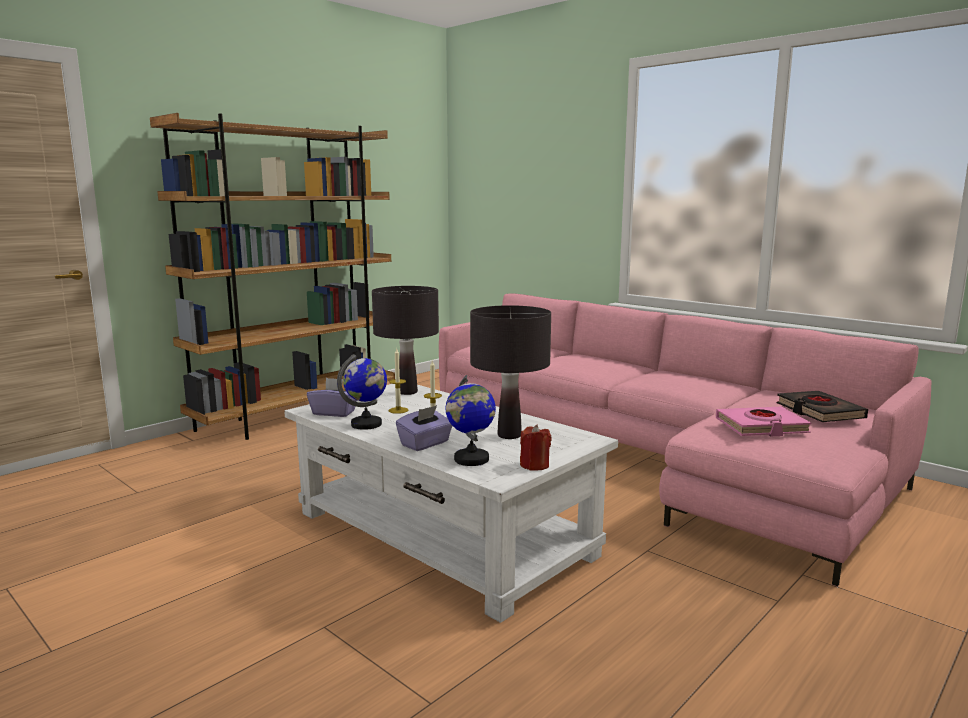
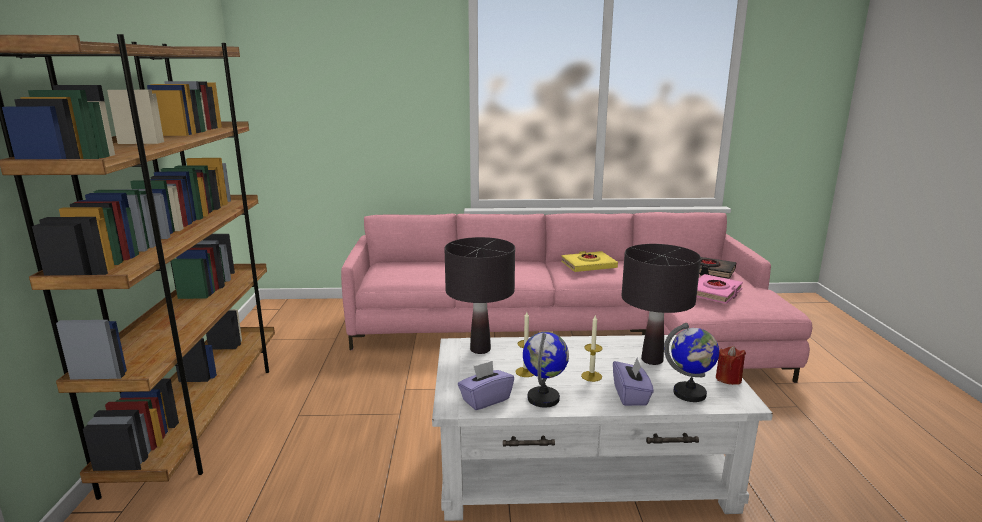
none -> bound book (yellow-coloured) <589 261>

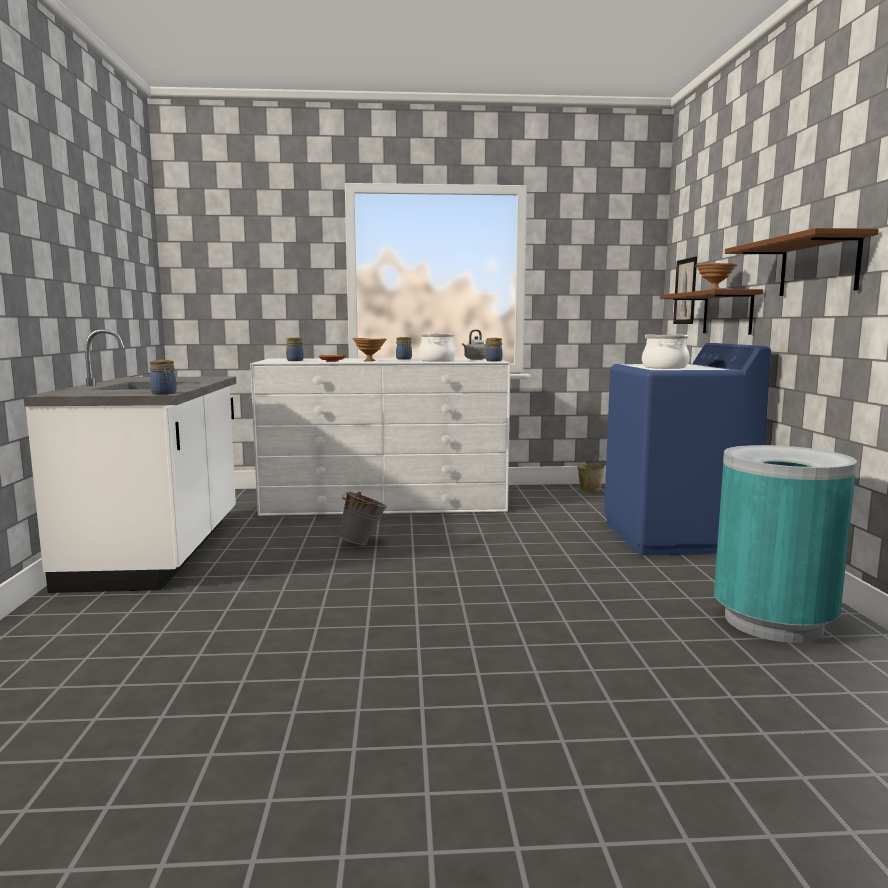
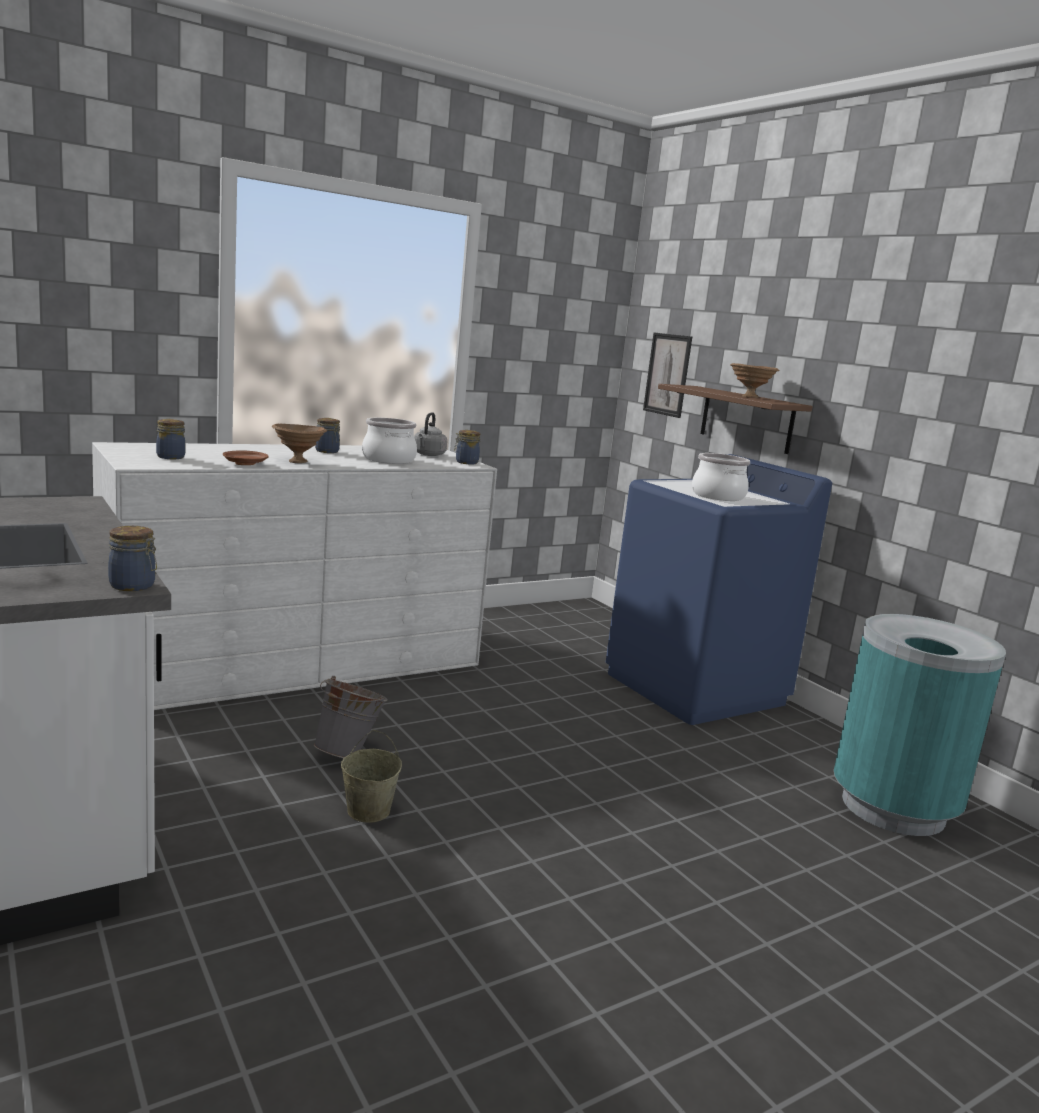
pail (beige-coloured) <591 471> -> pail (beige-coloured) <371 776>, shifted
wall shelf (brown) <802 262> -> none

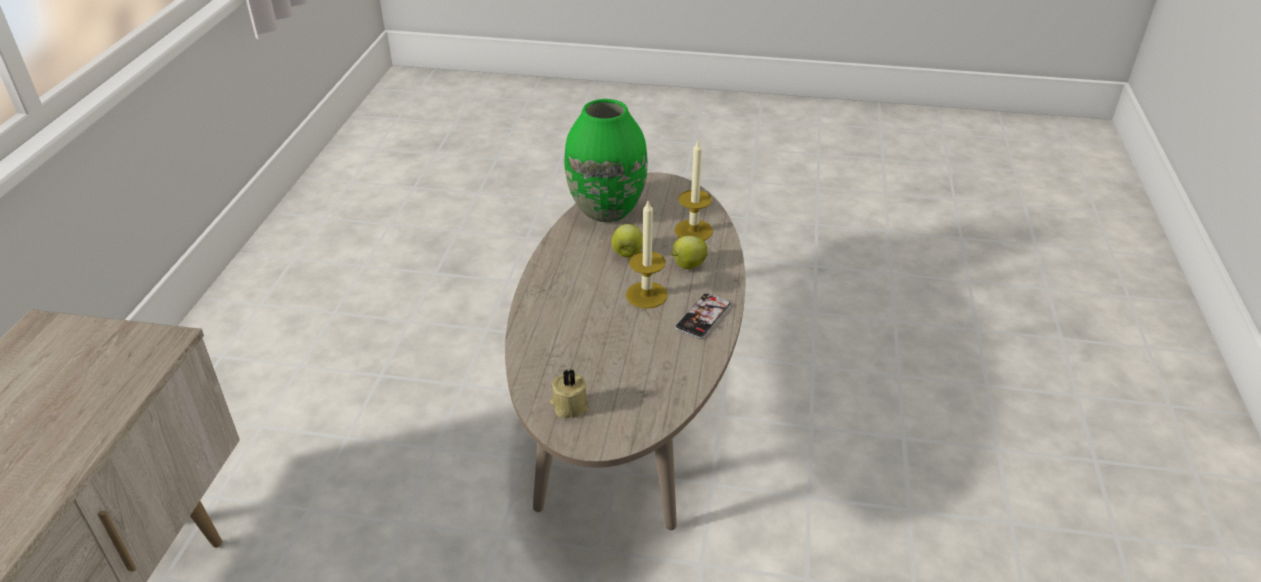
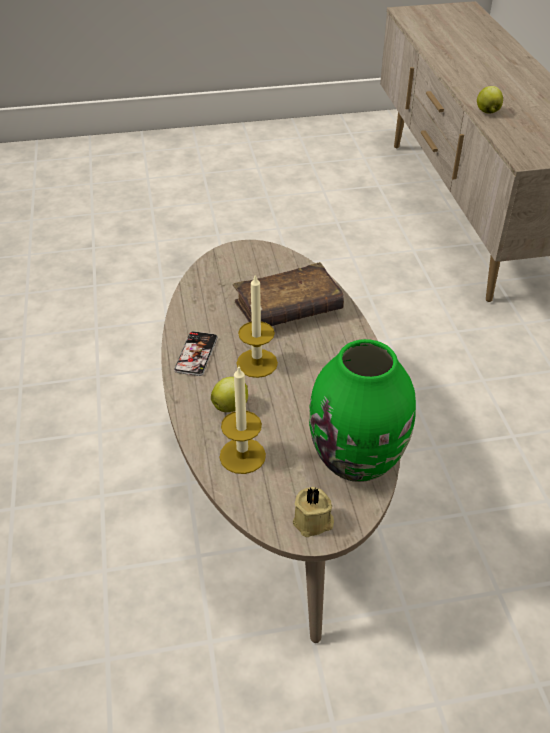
wax light (beige-coloured) <569 393> -> wax light (beige-coloured) <313 512>, shifted
apple fruit <627 241> -> apple fruit <490 100>, shifted
none -> bound book (brown) <288 294>

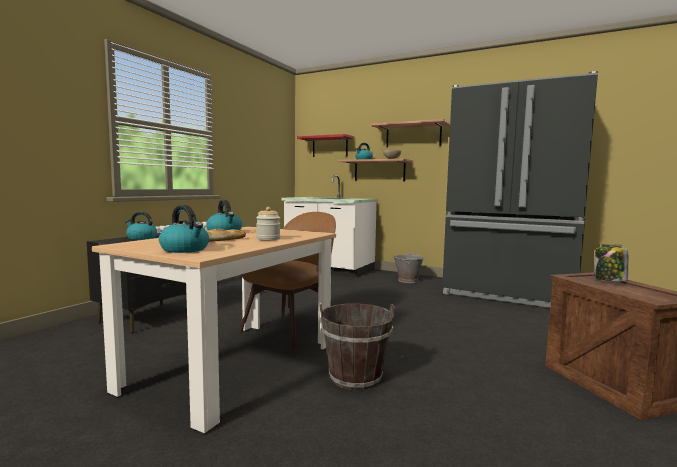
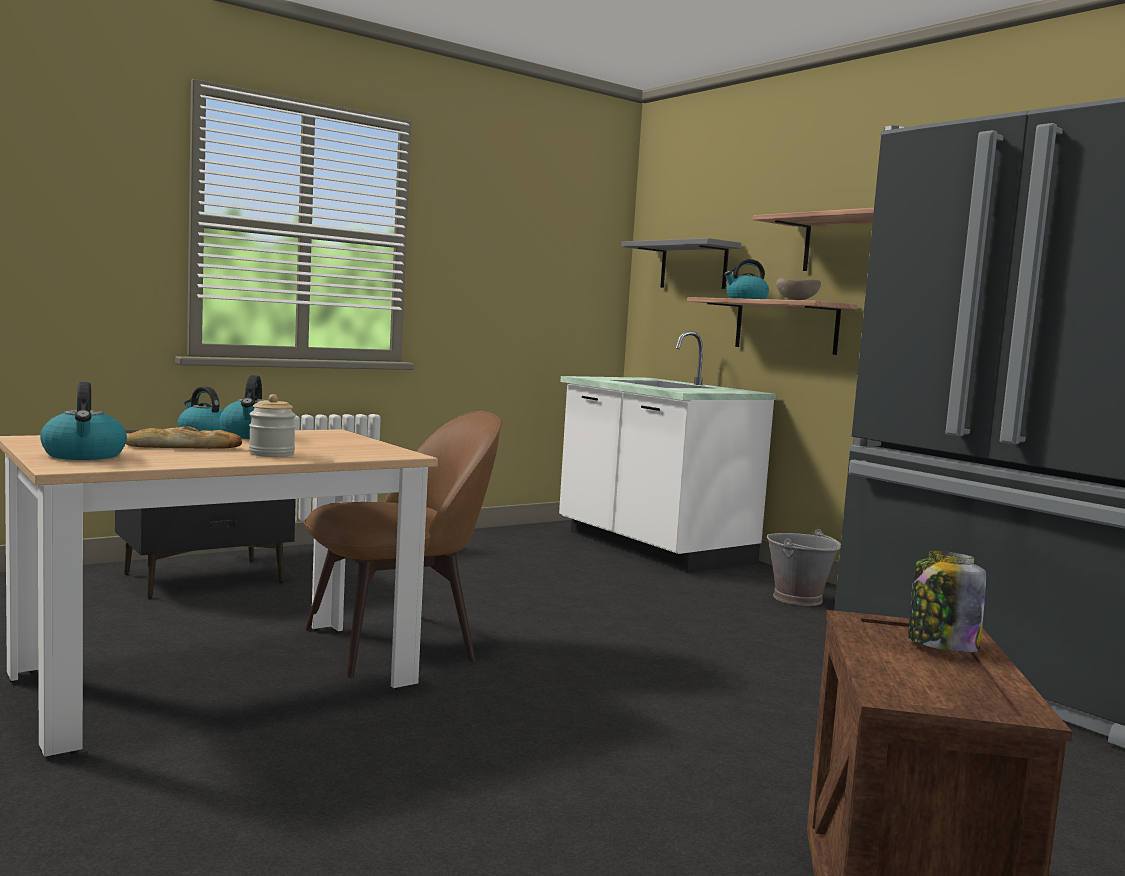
wall shelf (red-coloured) <325 145> -> wall shelf (greyish) <681 263>
pail (brown) <358 346> -> none

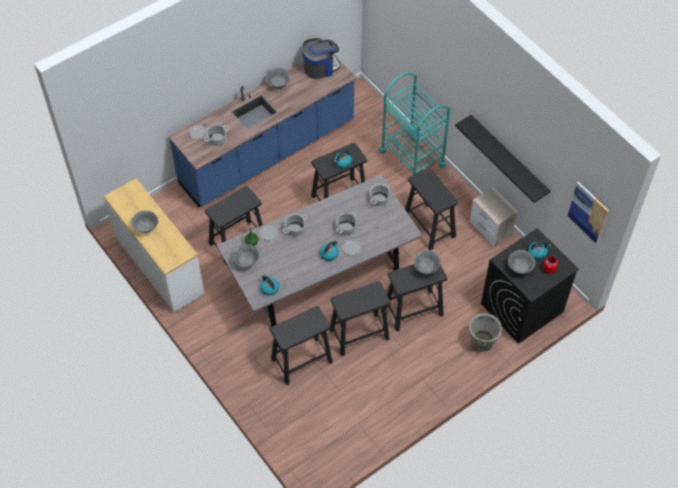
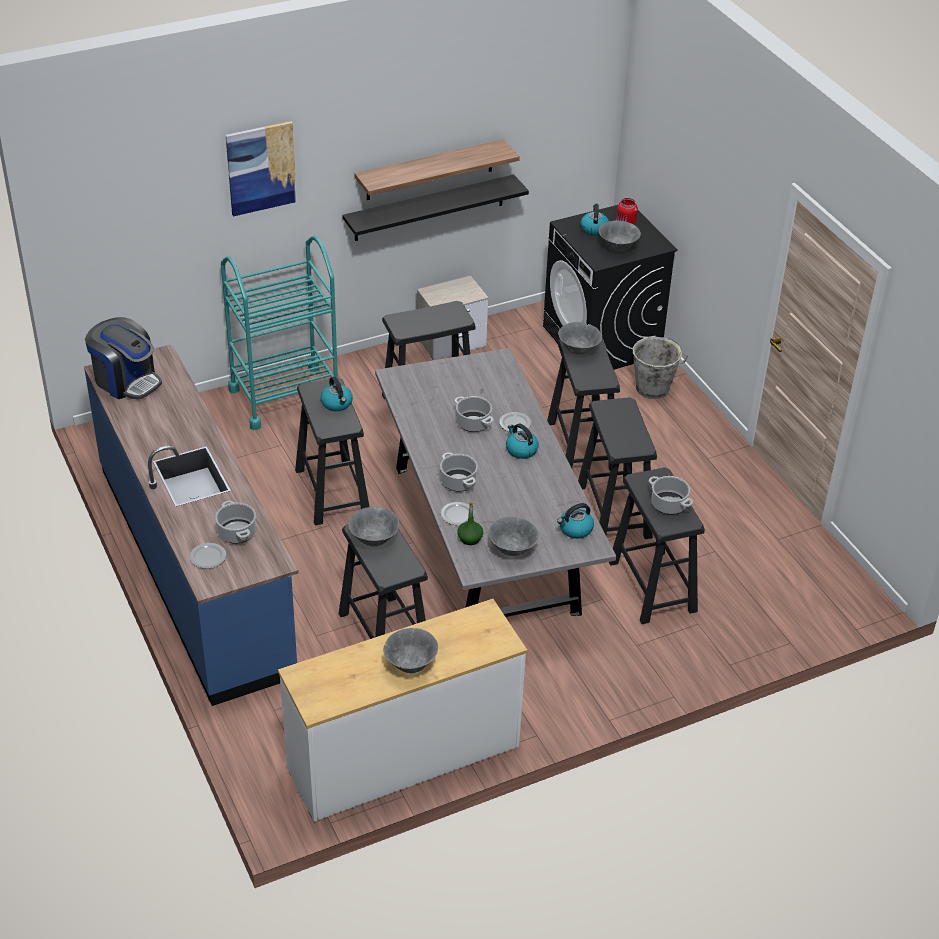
deep dish (greyish) <278 78> -> deep dish (greyish) <374 527>, shifted
coffee brewer <321 58> -> coffee brewer <123 358>, 135 degrees clockwise
saucepot <380 195> -> saucepot <671 495>, shifted
picture <588 213> -> picture <261 168>, shifted
none -> wall shelf <437 169>

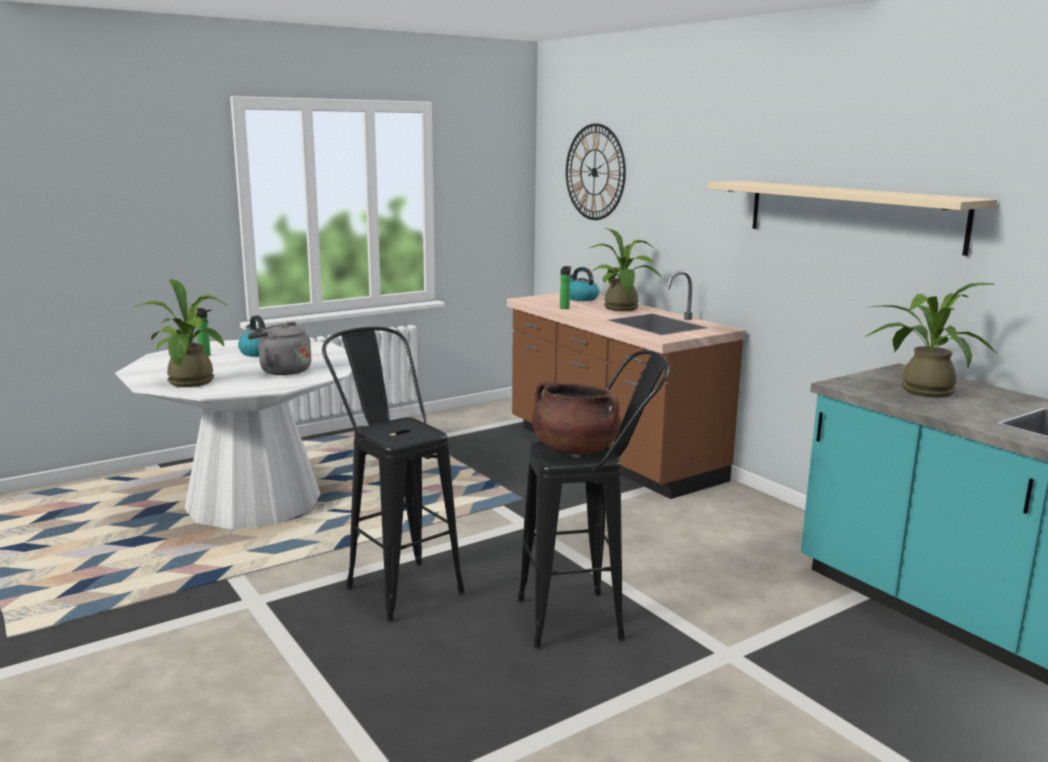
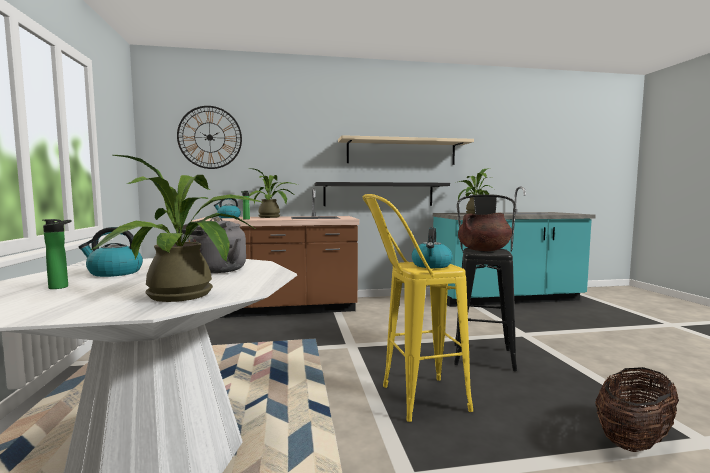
stool (black) <393 474> -> stool (yellow-coloured) <418 308>
none -> wall shelf (black) <382 194>
none -> tea kettle <432 247>
none -> household basket <637 409>

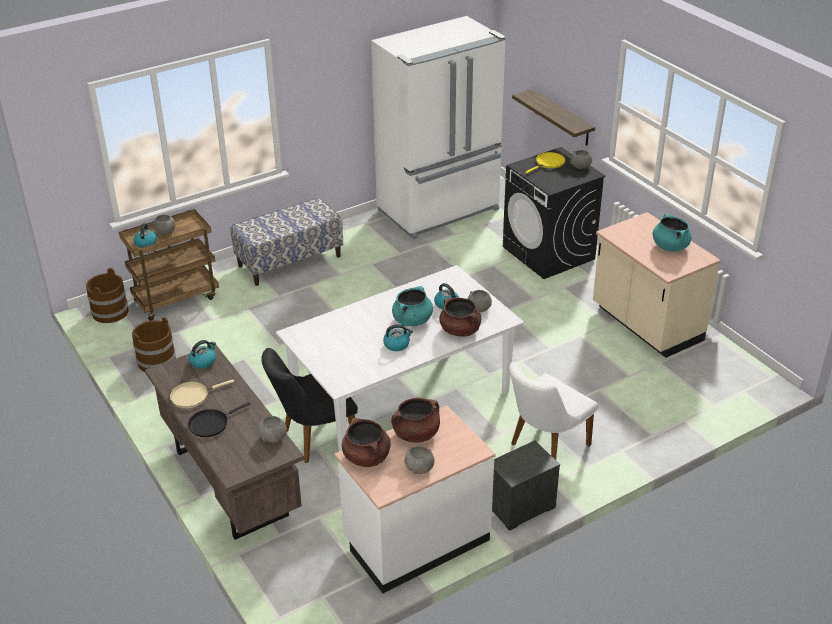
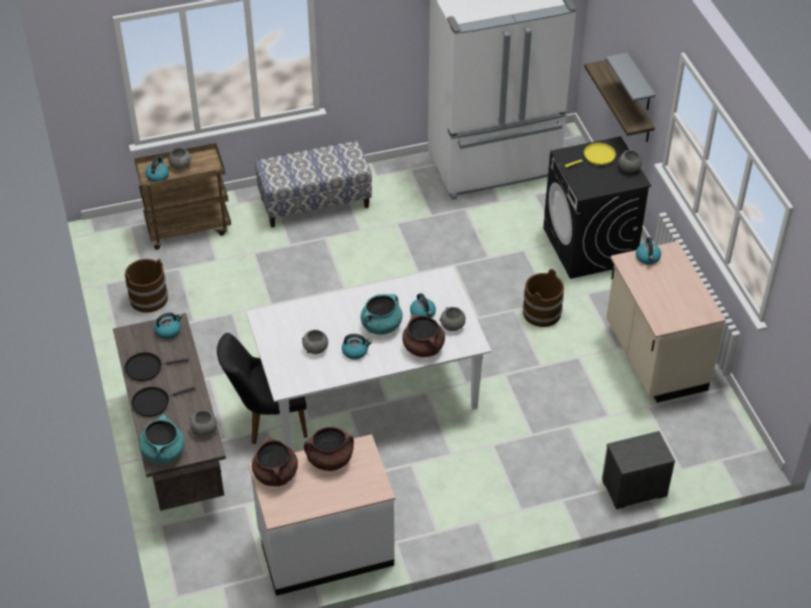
pail (brown) <107 295> -> pail (brown) <543 298>, shifted
frying pan (beige-coloured) <202 393> -> frying pan (black) <157 366>
deep dish (greyish) <419 460> -> deep dish (greyish) <315 342>, shifted
nightstand <526 485> -> nightstand <638 470>, shifted
chair (white-coloured) <553 411> -> none
saucepot (blue-green) <672 232> -> saucepot (blue-green) <161 439>, shifted
none -> wall shelf (greyish) <630 81>
none -> tea kettle <648 251>

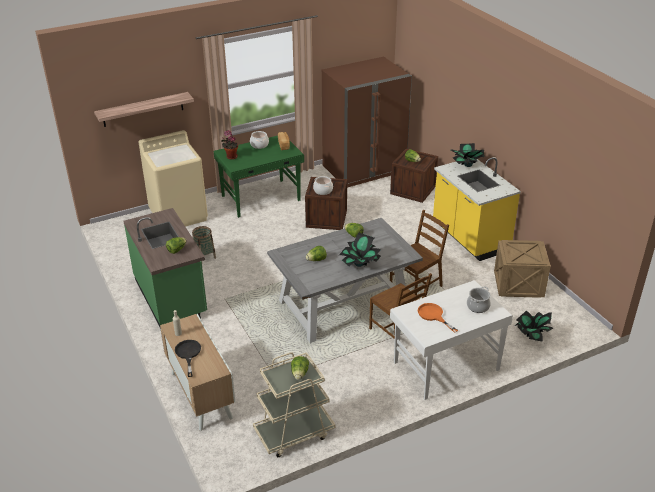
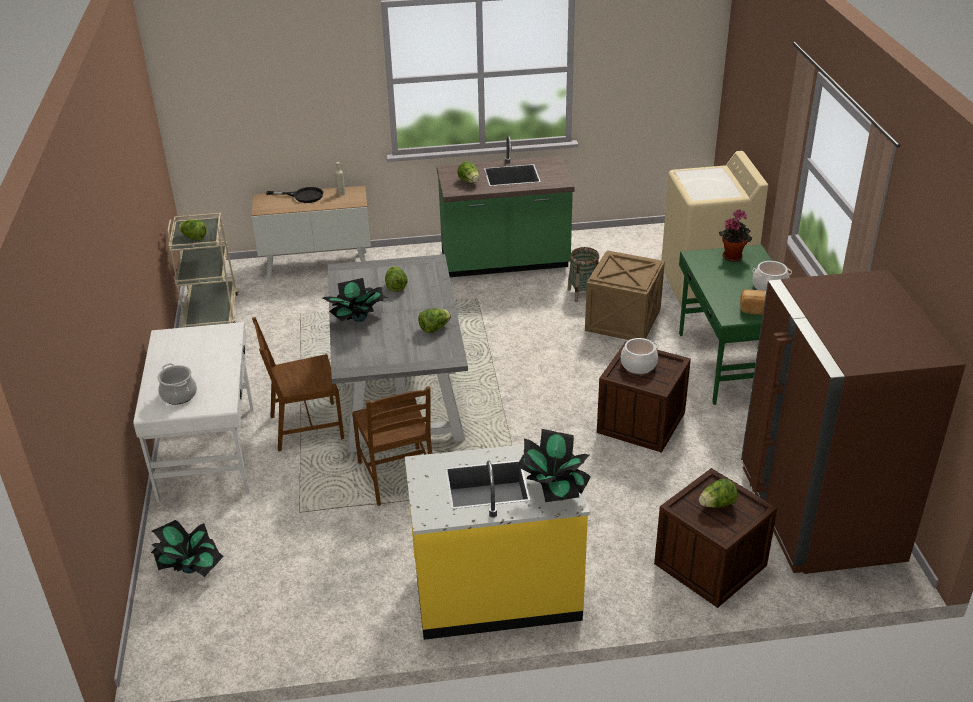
wall shelf <144 109> -> none
frying pan (orange) <438 318> -> none
shipping crate <522 269> -> shipping crate <625 295>, shifted

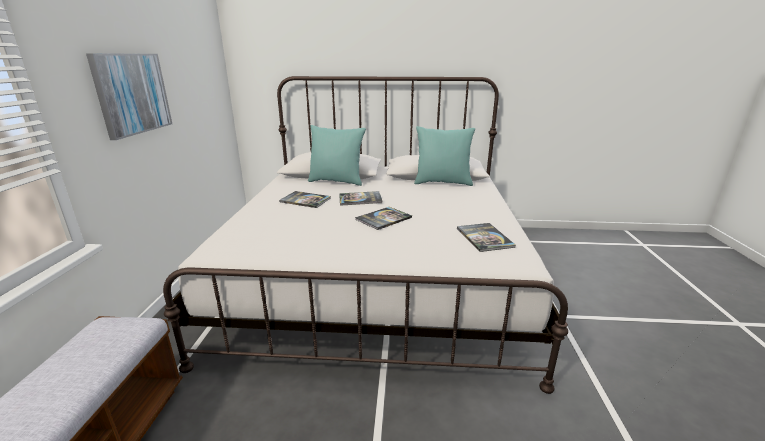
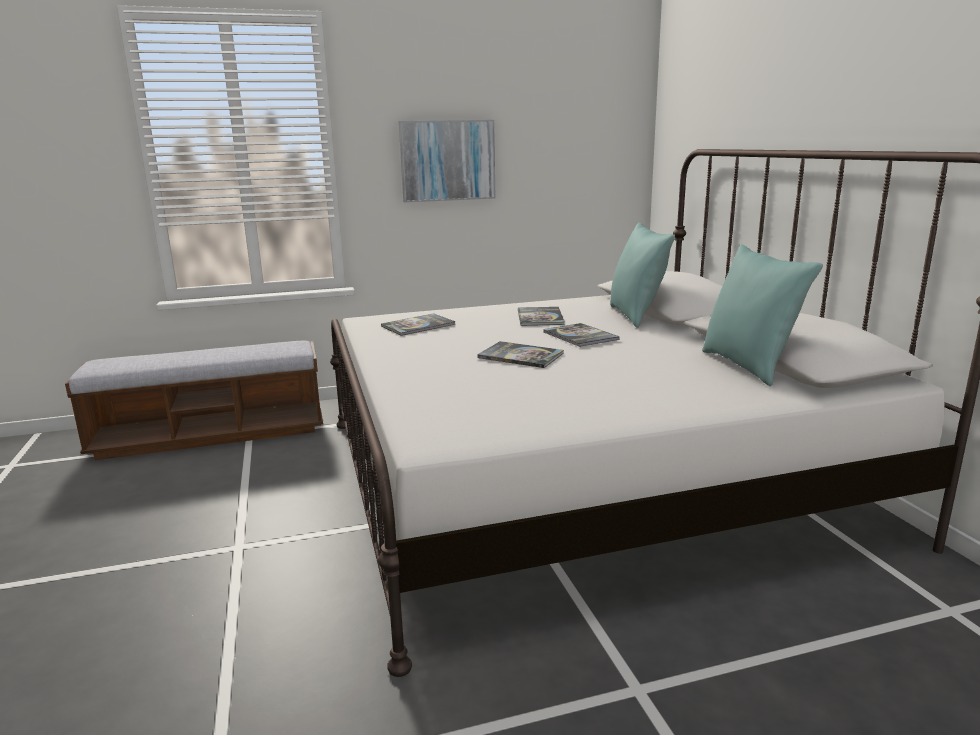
bound book <486 237> -> bound book <418 324>, shifted

